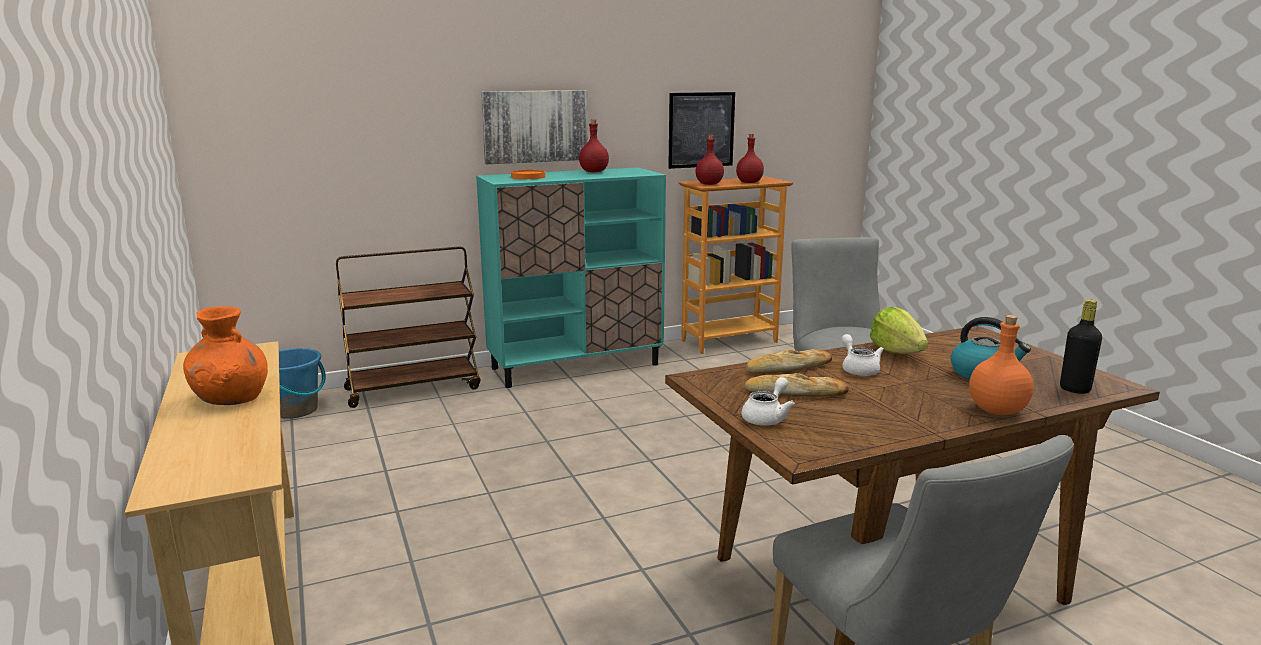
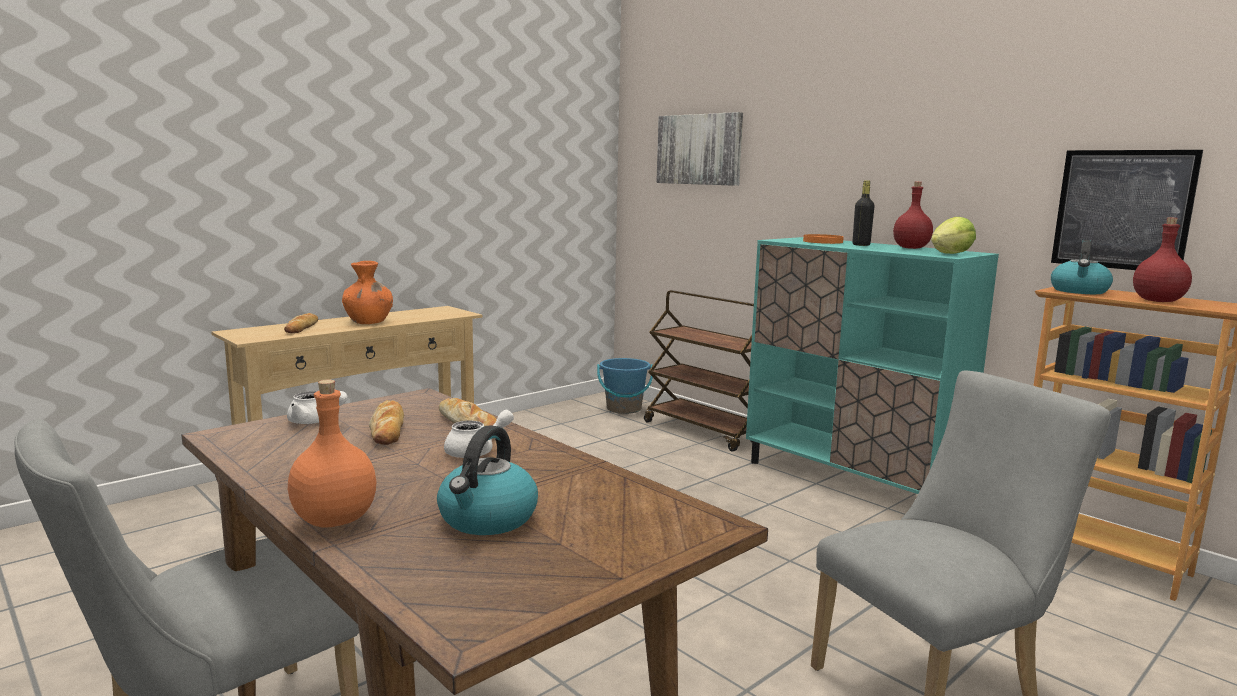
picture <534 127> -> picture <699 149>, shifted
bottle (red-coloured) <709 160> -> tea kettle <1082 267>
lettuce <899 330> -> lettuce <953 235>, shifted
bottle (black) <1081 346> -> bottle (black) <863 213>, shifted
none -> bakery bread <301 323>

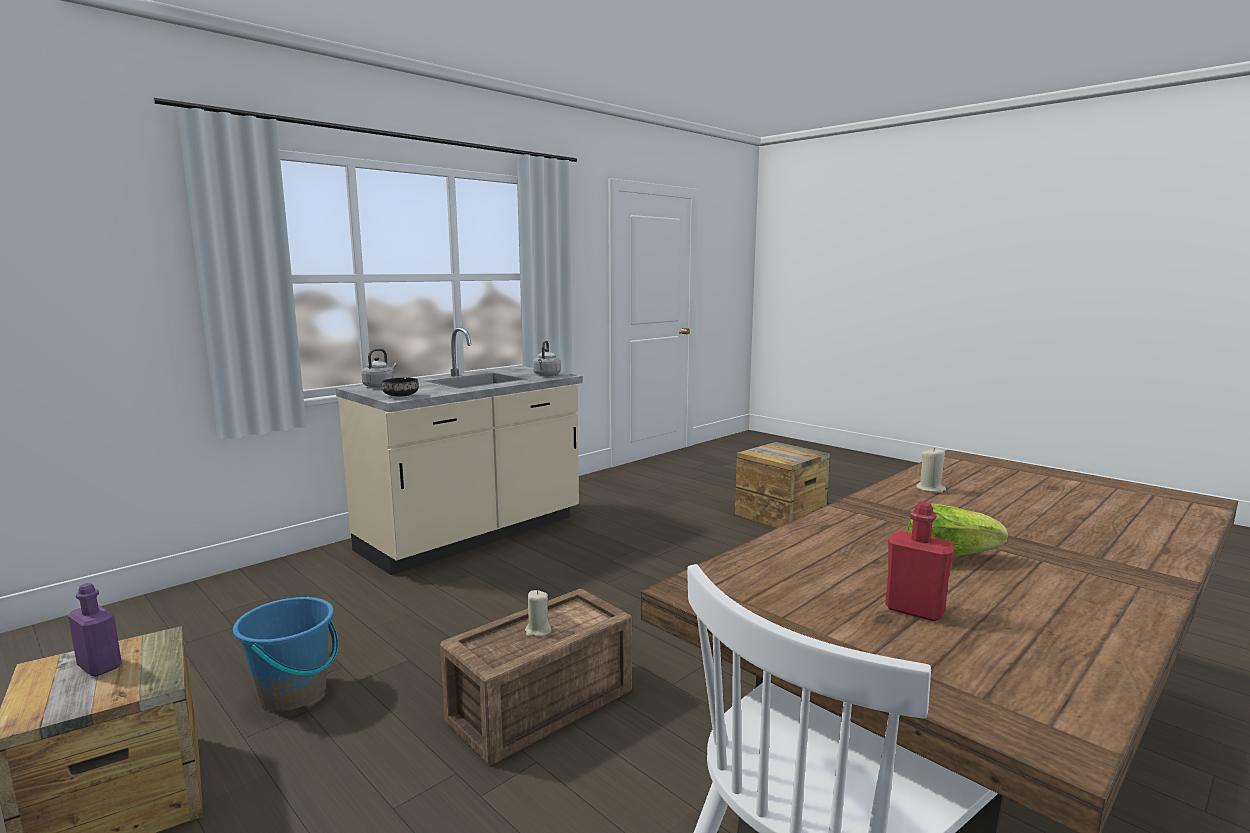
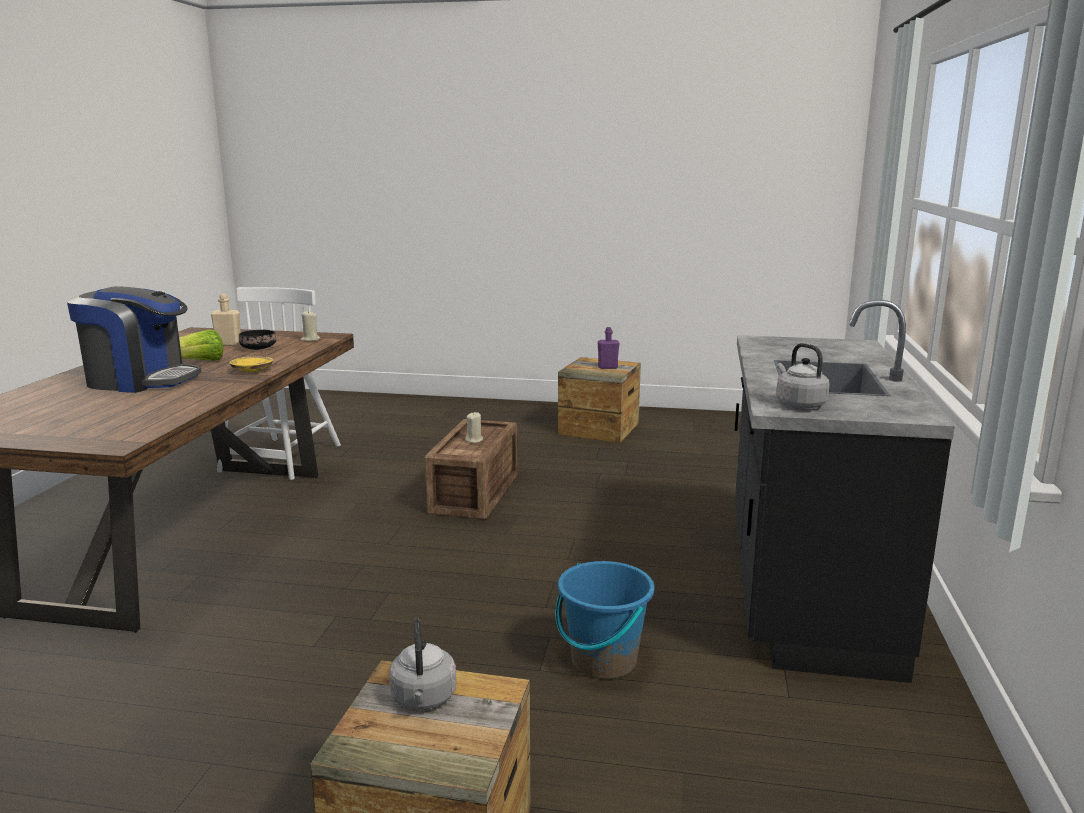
pail (blue-coloured) <285 653> -> pail (blue-coloured) <604 620>, shifted
kitchen counter (beige-coloured) <459 451> -> kitchen counter (black) <845 491>
tea kettle (greyish) <379 368> -> tea kettle (greyish) <422 664>, shifted
deep dish (black) <400 387> -> deep dish (black) <257 340>, shifted
bottle (red-coloured) <920 561> -> bottle (beige-coloured) <226 320>
wax light (beige-coloured) <931 470> -> wax light (beige-coloured) <310 325>, shifted
none -> coffee brewer <134 339>
none -> plate (yellow-coloured) <251 364>

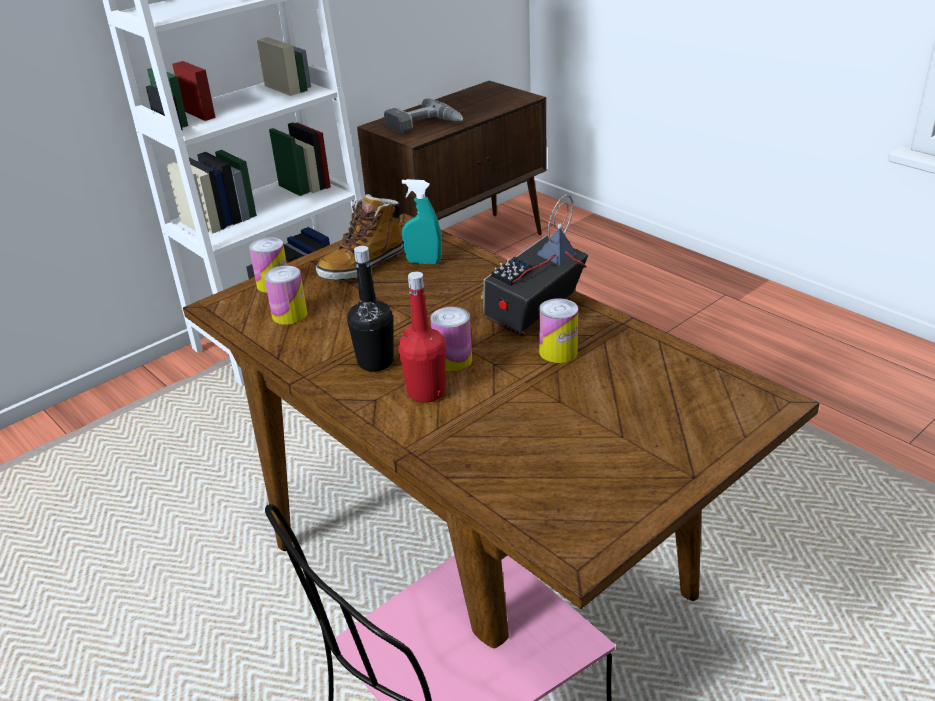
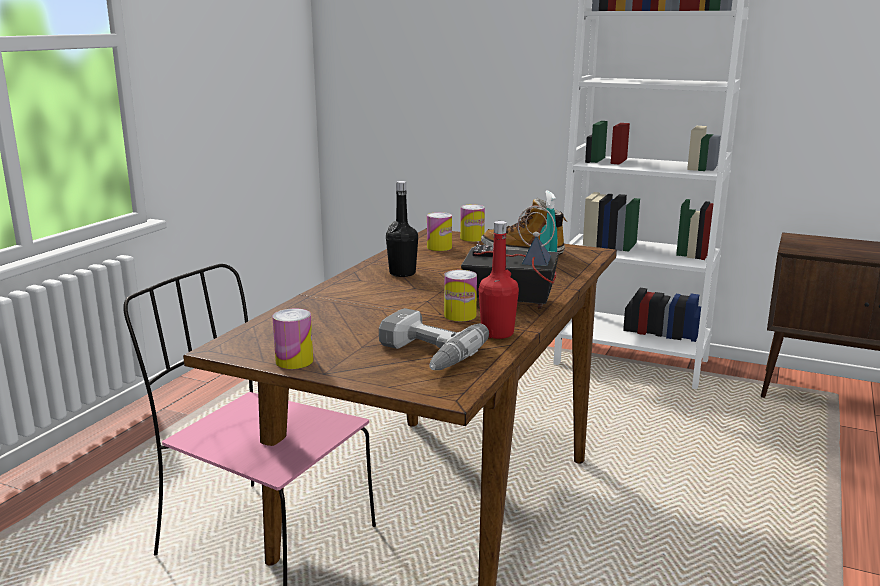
power drill <423 115> -> power drill <434 339>, shifted
bottle (red-coloured) <422 337> -> bottle (red-coloured) <498 280>, shifted
sealed can <451 339> -> sealed can <292 338>, shifted

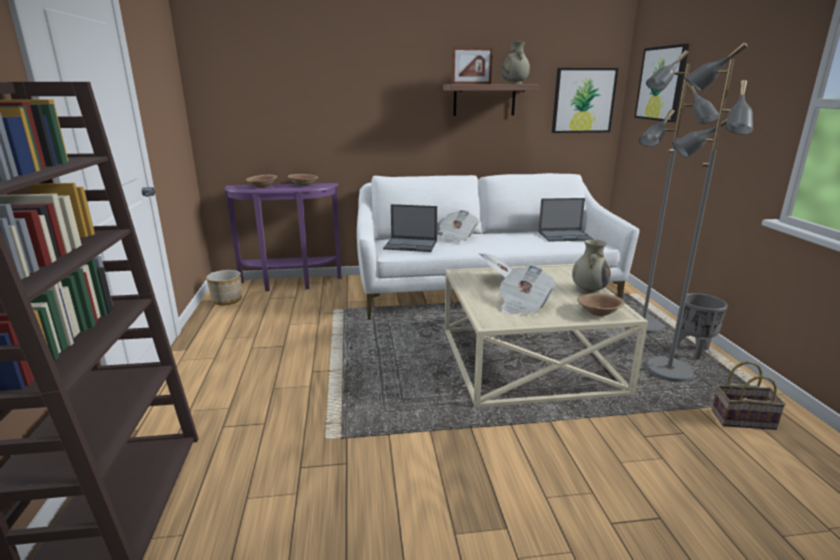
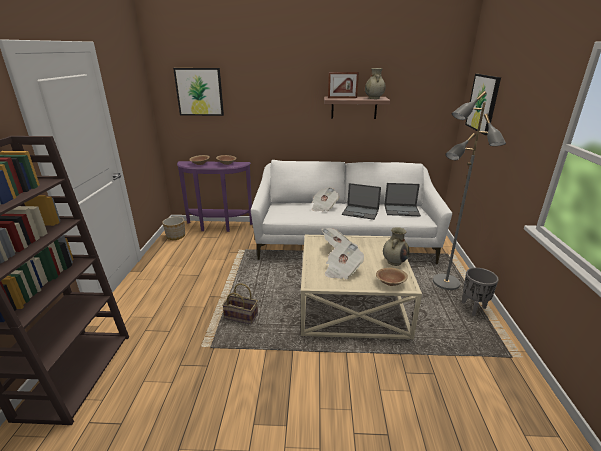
notebook computer <410 228> -> notebook computer <361 201>, shifted
picture <585 100> -> picture <198 92>, shifted
standing lamp (greyish) <699 212> -> none
household basket <749 395> -> household basket <240 303>, shifted

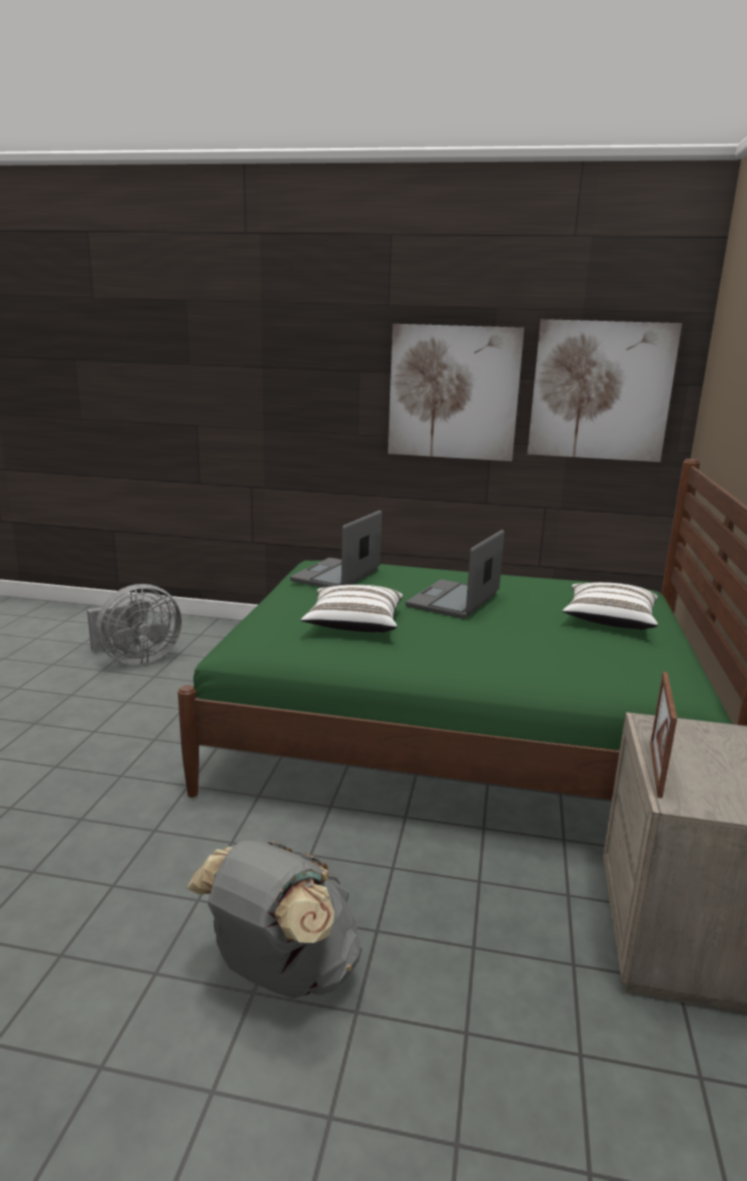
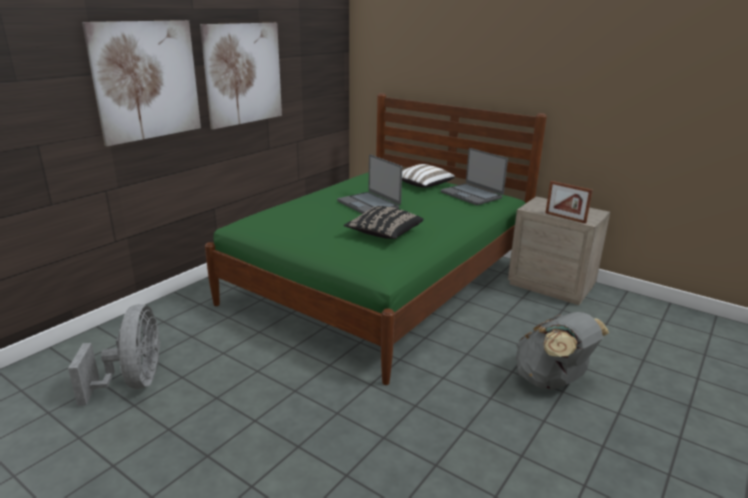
notebook computer <336 548> -> notebook computer <474 176>, shifted
throw pillow (white-coloured) <352 609> -> throw pillow (black) <383 222>
picture <604 390> -> picture <141 83>, shifted

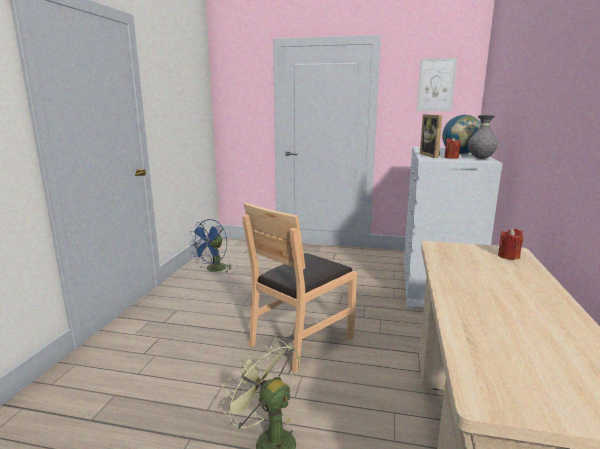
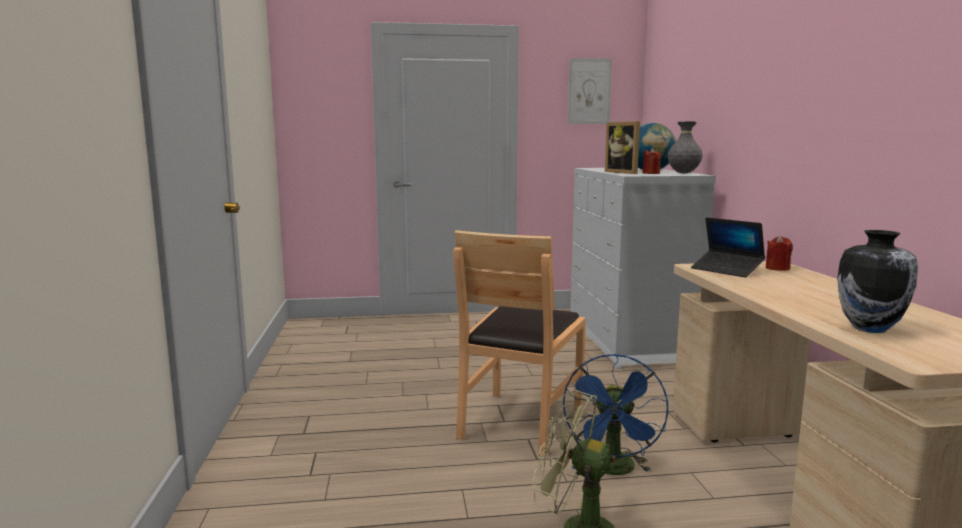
fan (blue-coloured) <210 246> -> fan (blue-coloured) <615 414>, shifted
none -> notebook computer <728 247>
none -> flower vase <877 281>

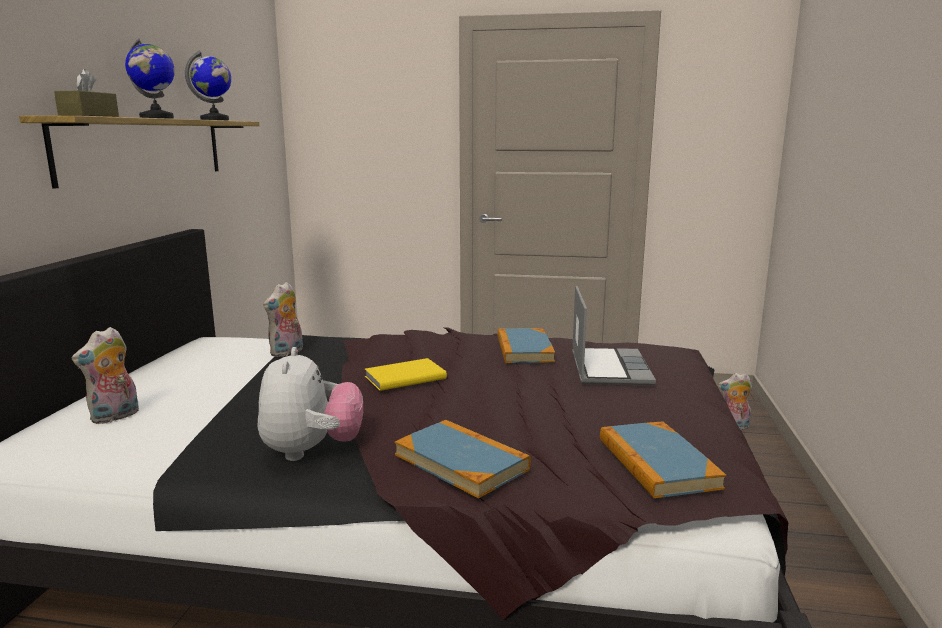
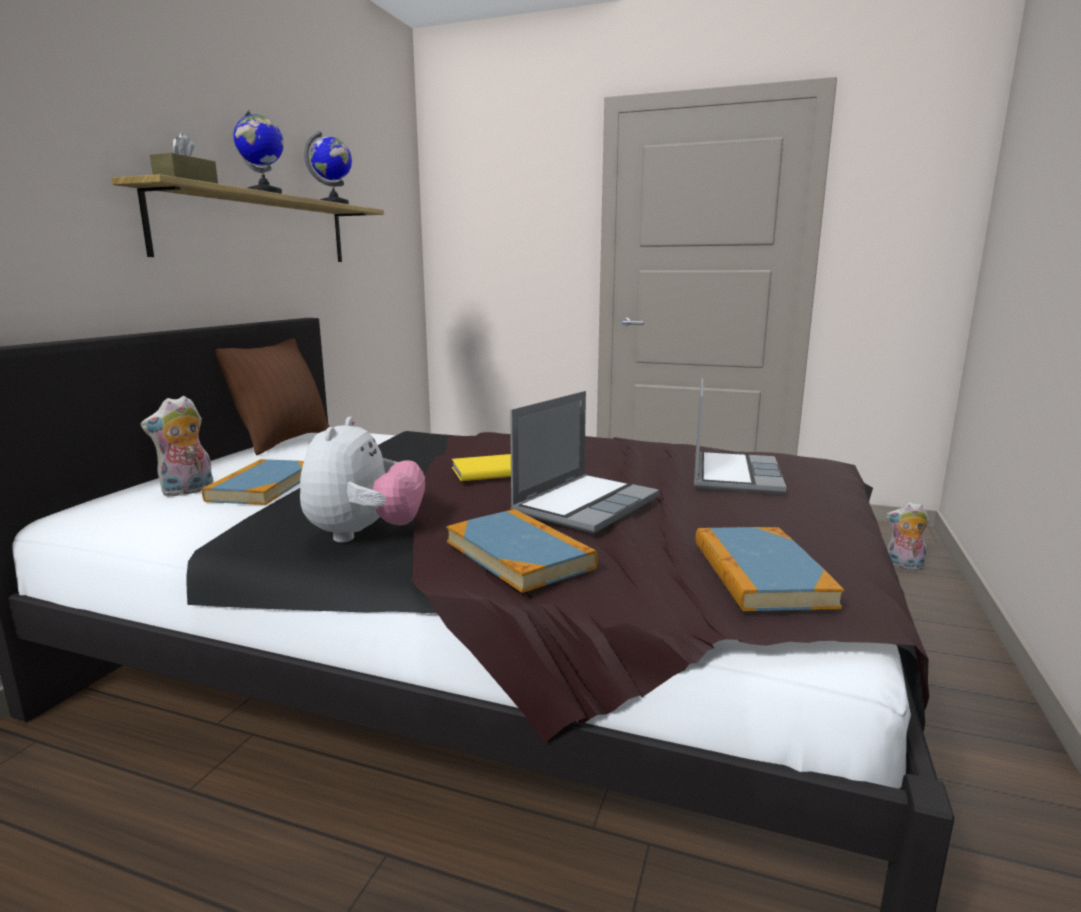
cuddly toy <283 319> -> none
bound book <526 345> -> bound book <253 482>, shifted
none -> throw pillow (brown) <272 396>
none -> notebook computer <585 462>

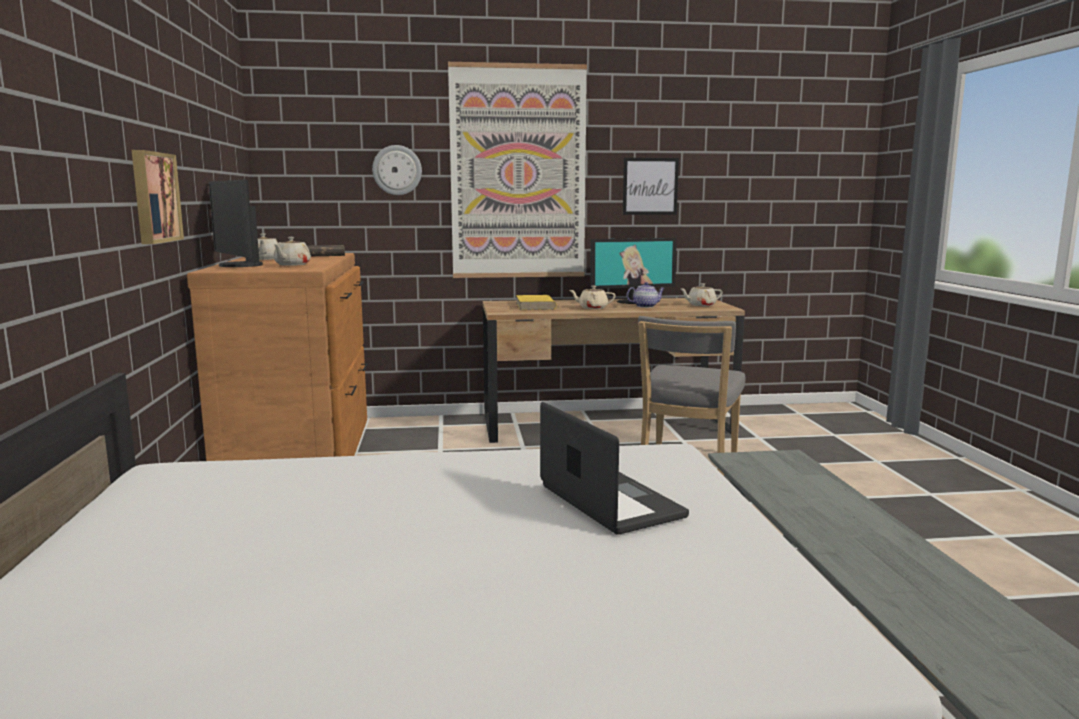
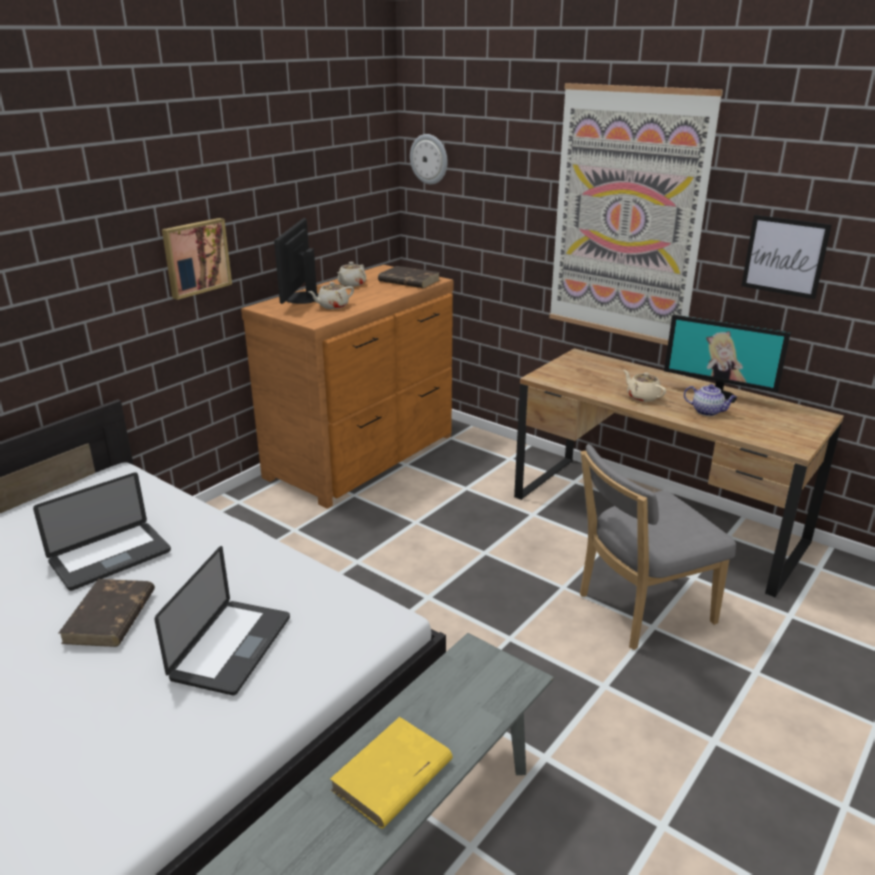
wall clock <397 170> -> wall clock <429 159>, shifted
bound book (yellow-coloured) <536 302> -> bound book (yellow-coloured) <391 773>, shifted
tea pot (beige-coloured) <701 294> -> none
none -> notebook computer <102 531>
none -> bound book (brown) <107 613>

